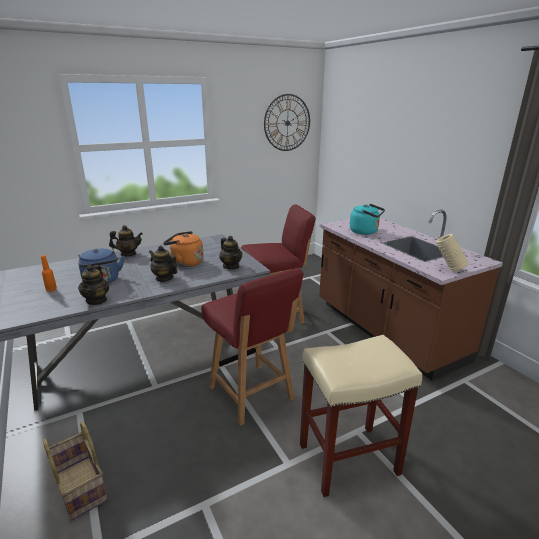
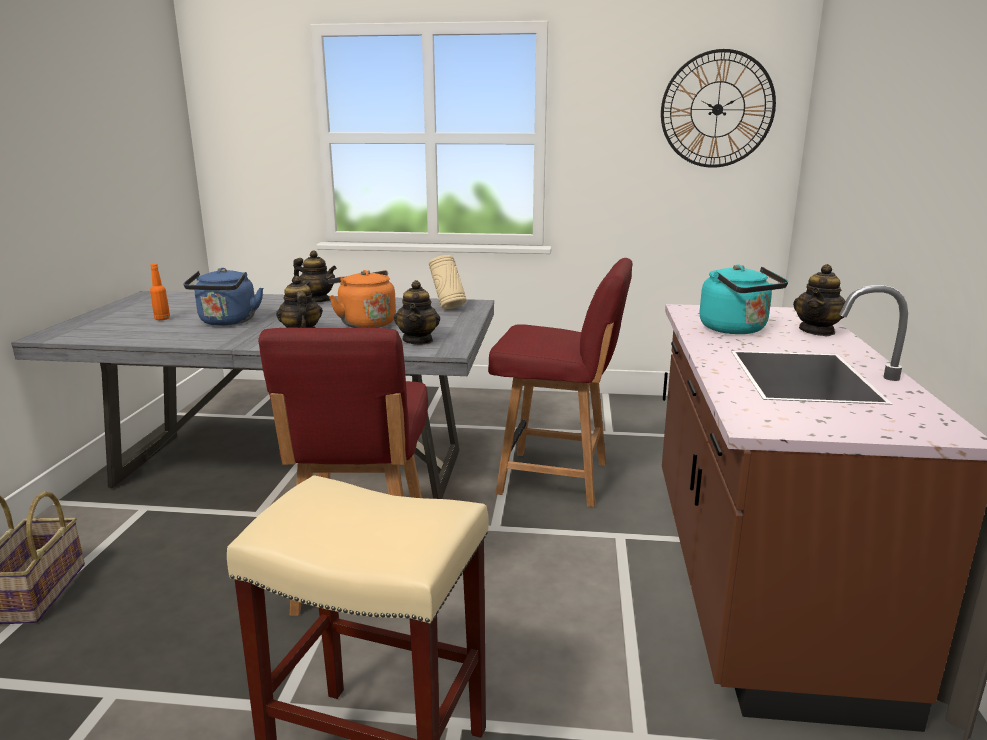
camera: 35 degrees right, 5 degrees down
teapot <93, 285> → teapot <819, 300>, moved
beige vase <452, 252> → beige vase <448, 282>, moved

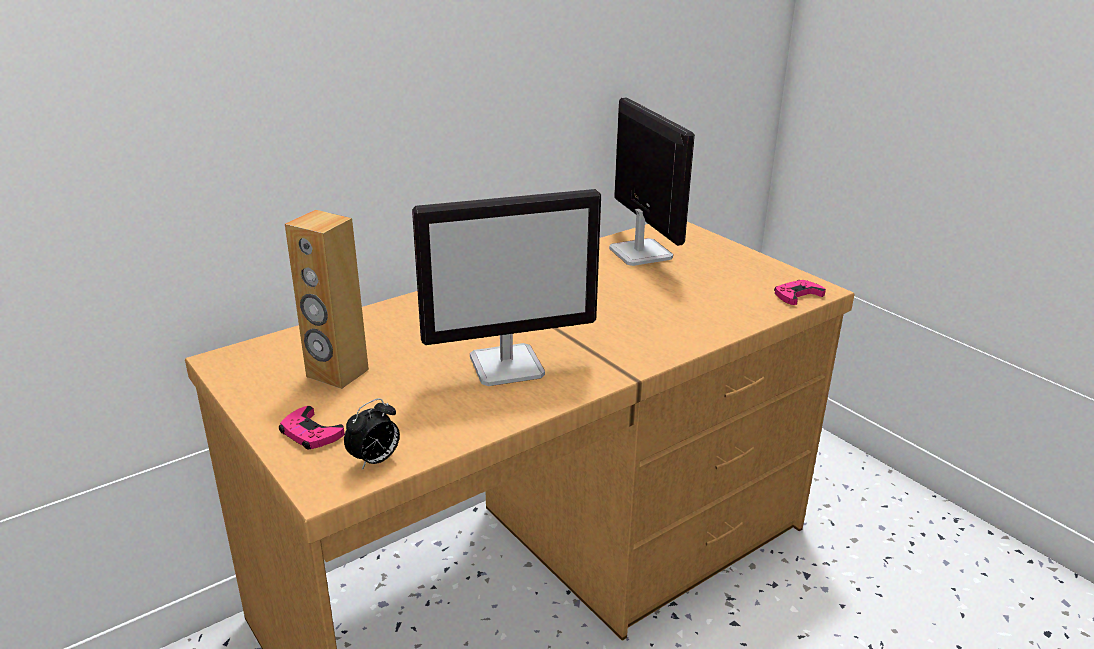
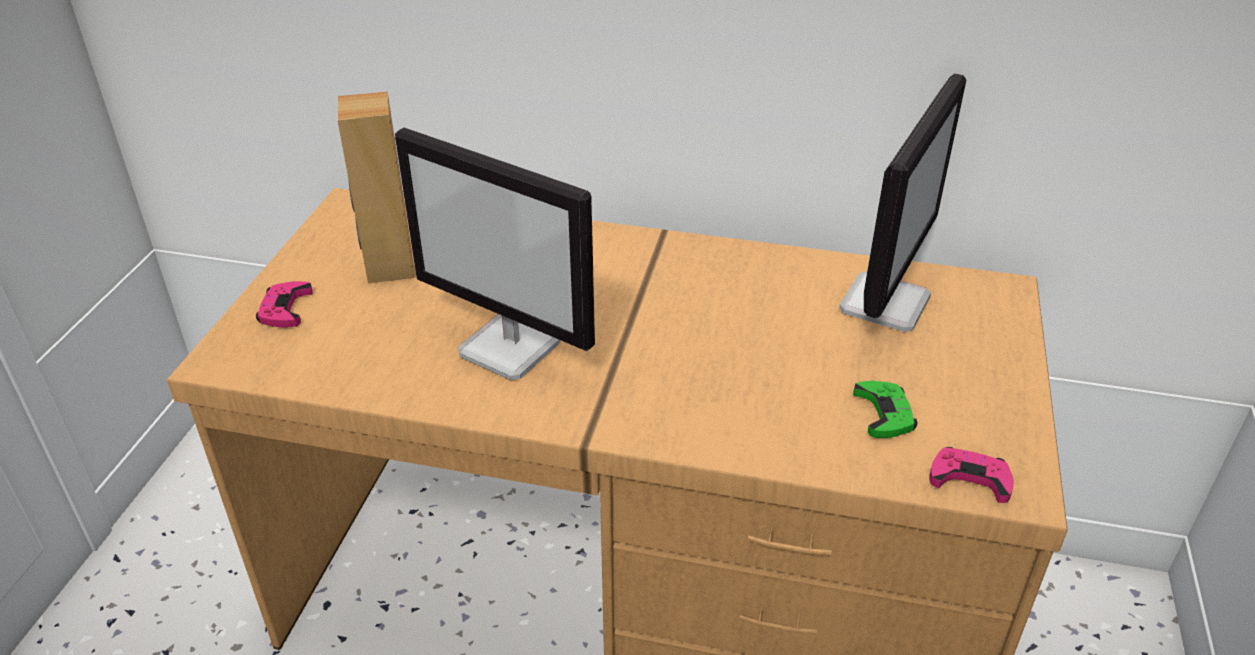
camera: 50 degrees right, 10 degrees up
alarm clock <372, 434> → -
- → green game controller <885, 409>

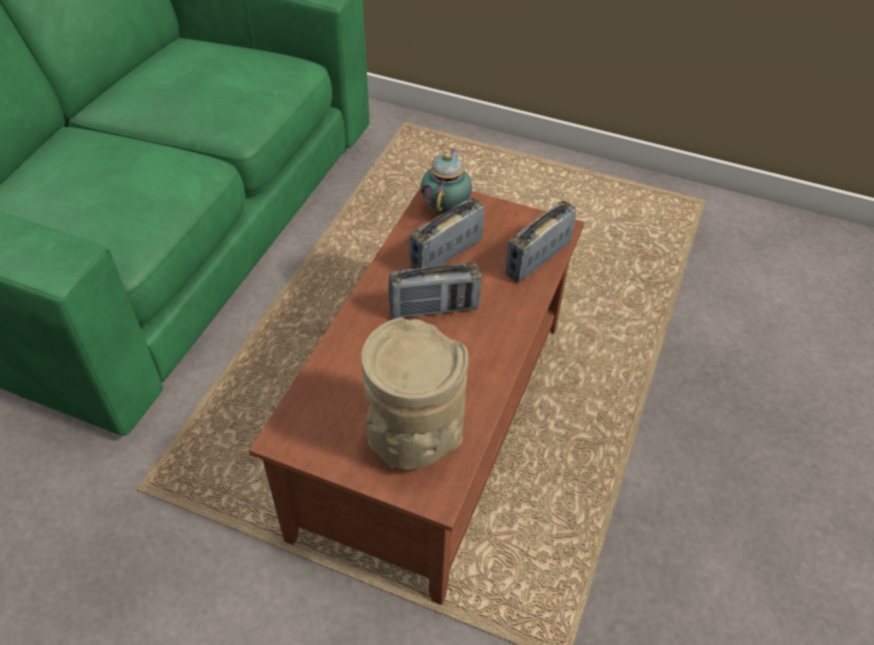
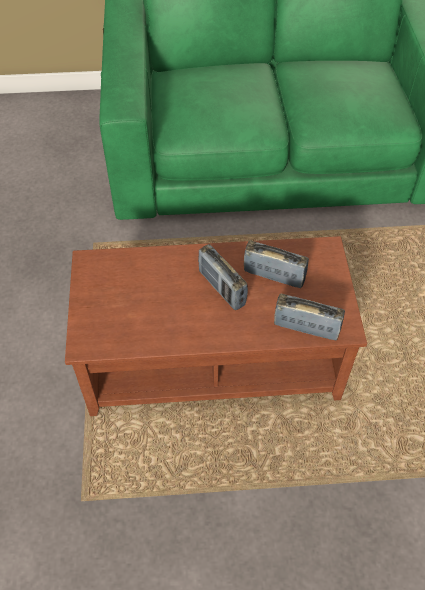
camera: 65 degrees right, 5 degrees up
beige vase <414, 393> → -
teapot <446, 182> → -

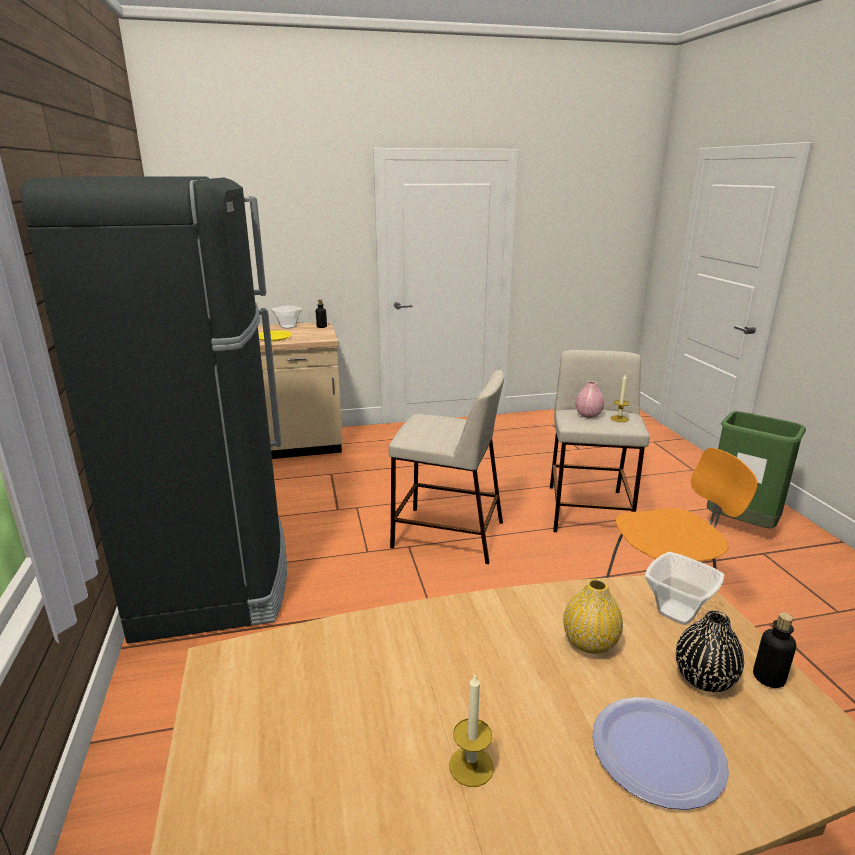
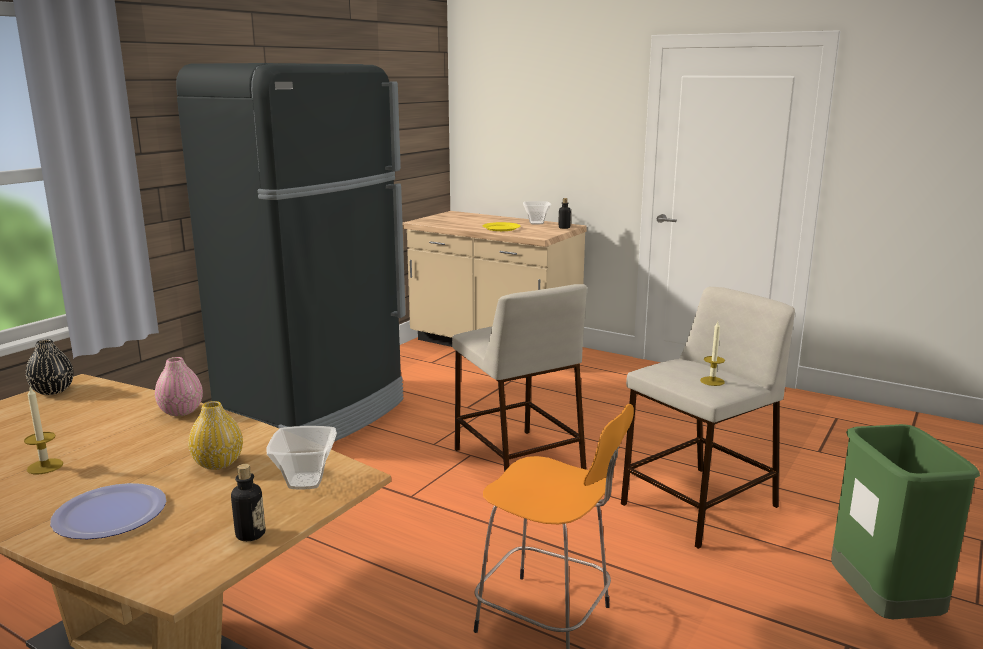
camera: 45 degrees right, 5 degrees down
pink vase <589, 399> → pink vase <179, 386>, moved
black vase <710, 651> → black vase <50, 367>, moved

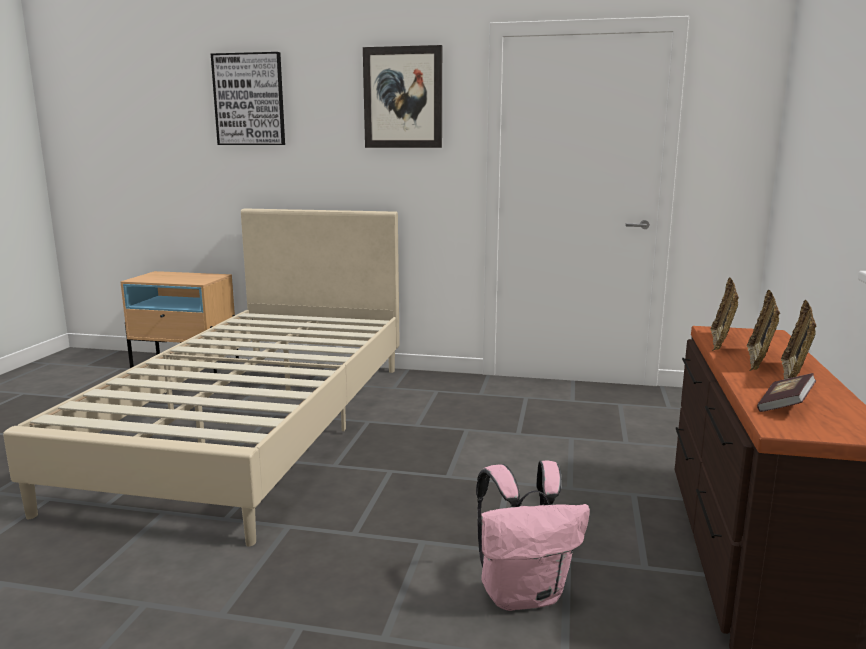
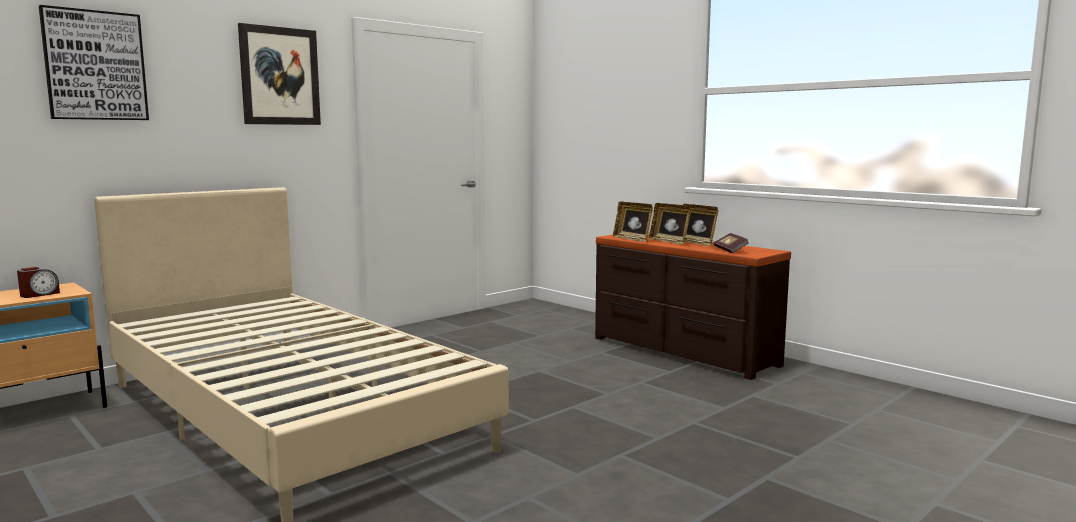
camera: 55 degrees left, 5 degrees down
pink backpack <533, 536> → -
- → alarm clock <38, 282>

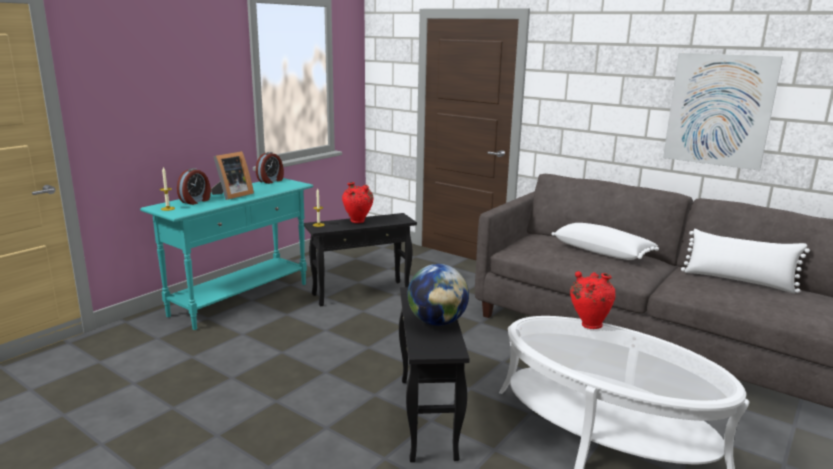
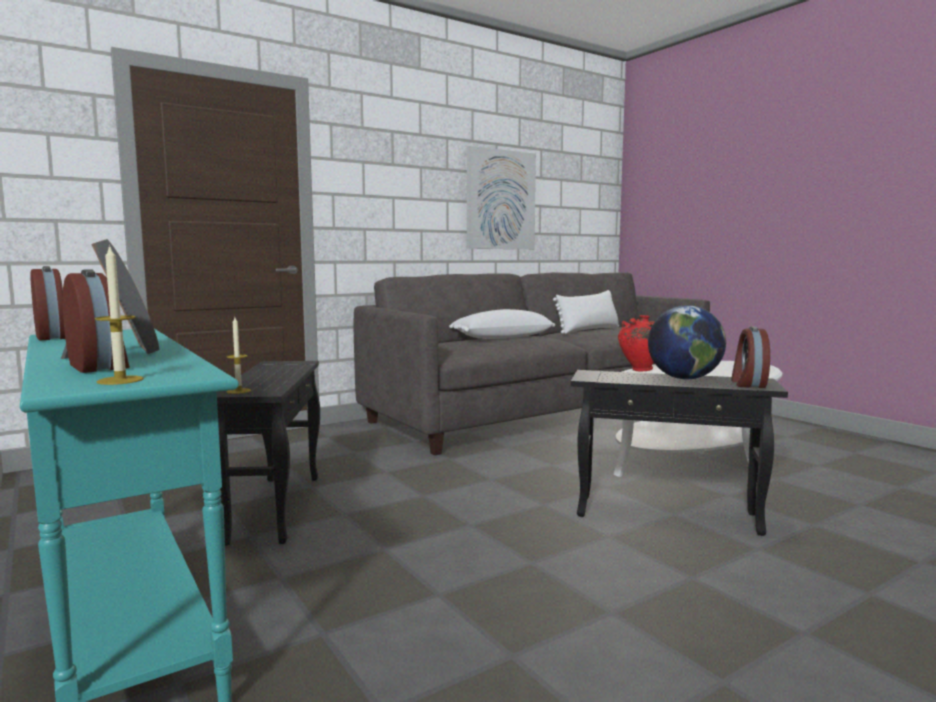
camera: 70 degrees left, 10 degrees down
red vase <357, 202> → -
- → alarm clock <750, 357>

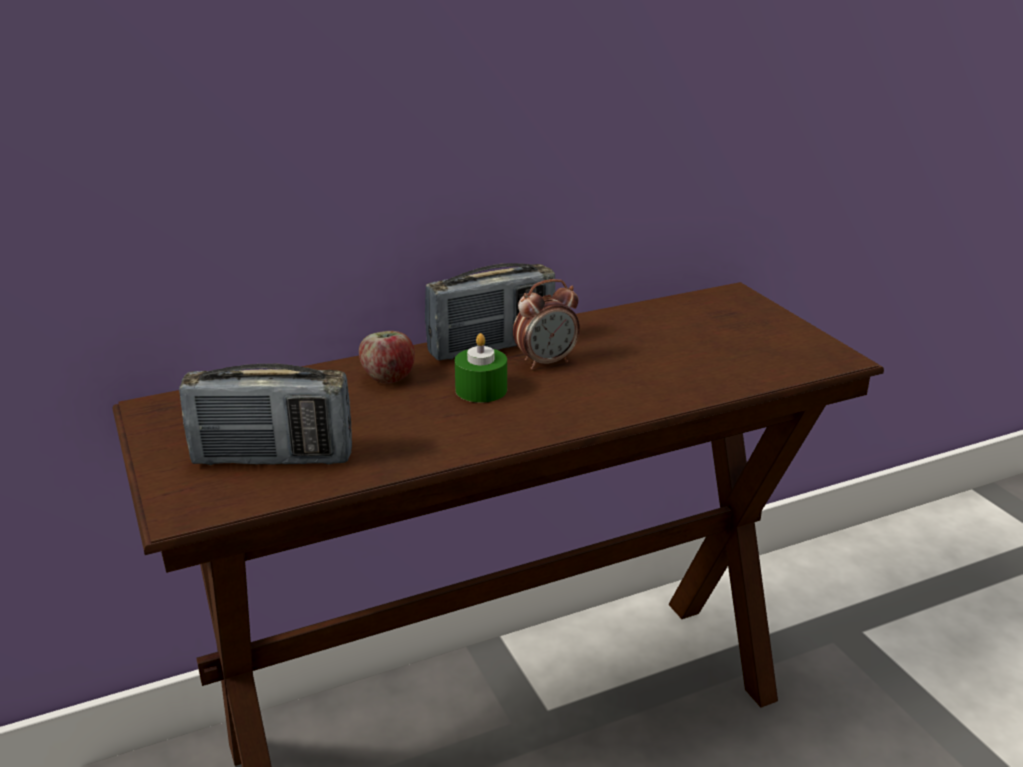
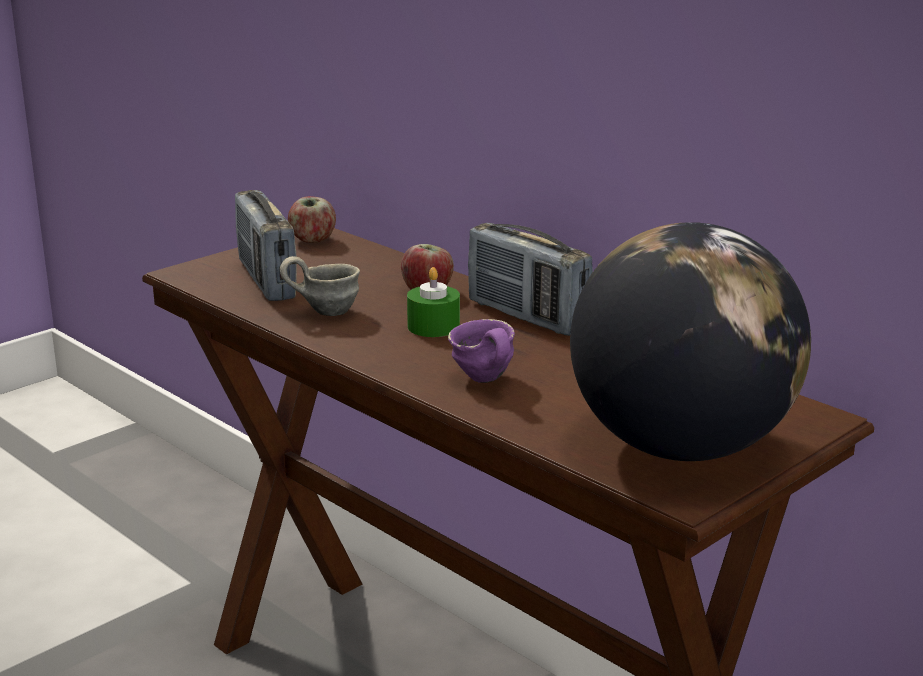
camera: 70 degrees right, 5 degrees down
alarm clock <546, 324> → -
- → grey mug <320, 286>
- → apple <312, 219>
- → purple mug <481, 351>
- → globe <690, 341>

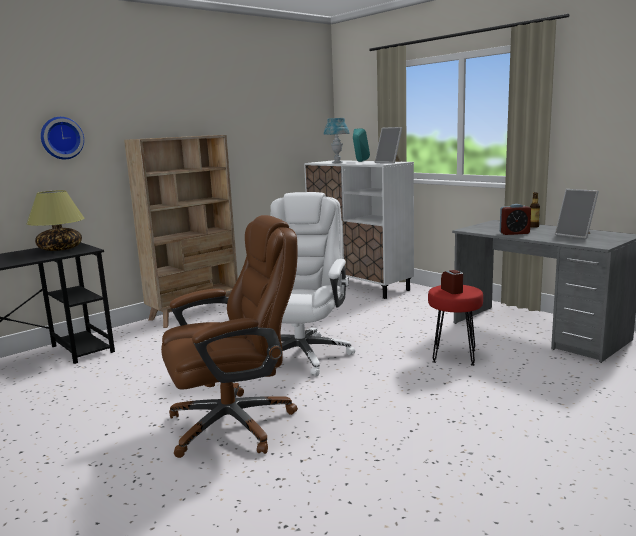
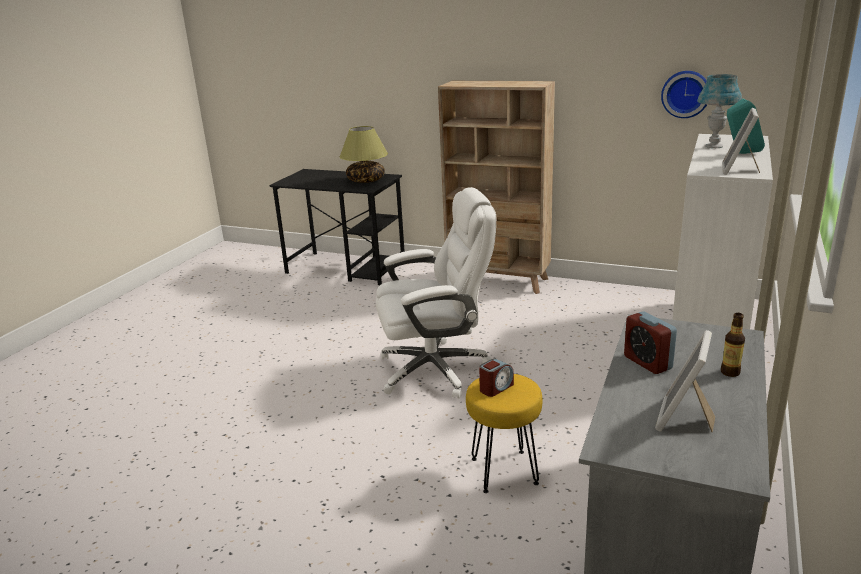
camera: 65 degrees right, 10 degrees up
wall clock <62, 138> → wall clock <684, 94>, moved
brown office chair <229, 336> → -
red stool <455, 325> → yellow stool <504, 433>

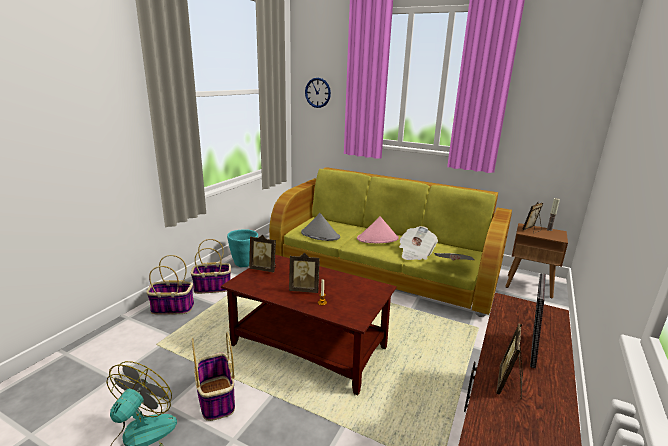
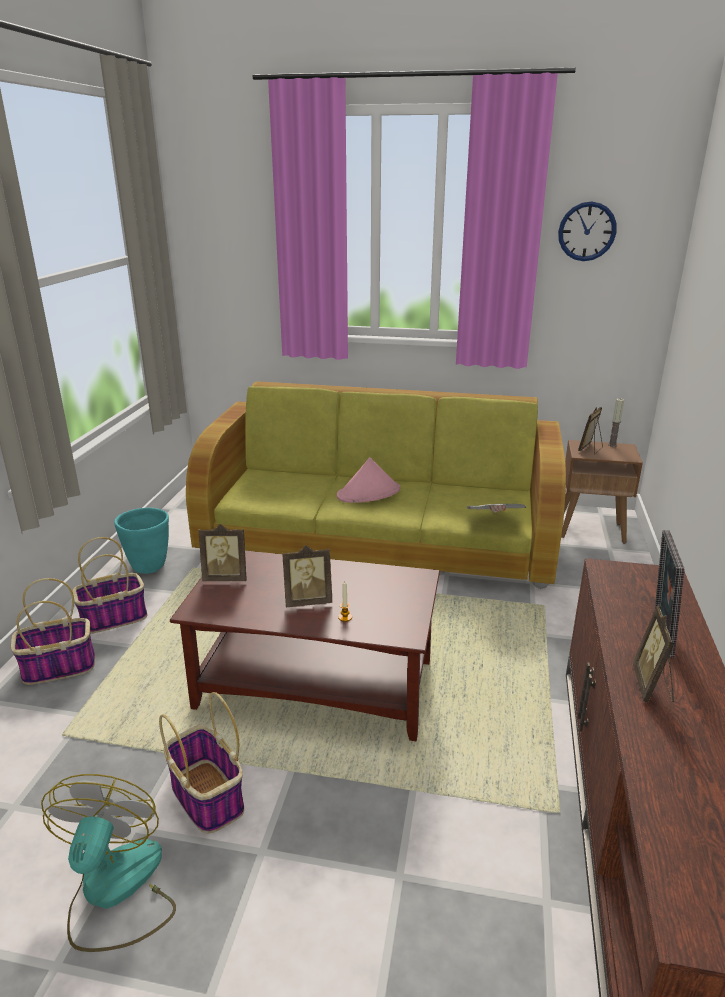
camera: 15 degrees left, 5 degrees up
grey hat <320, 227> → -
wall clock <318, 93> → wall clock <587, 231>, moved
newspaper <418, 243> → -

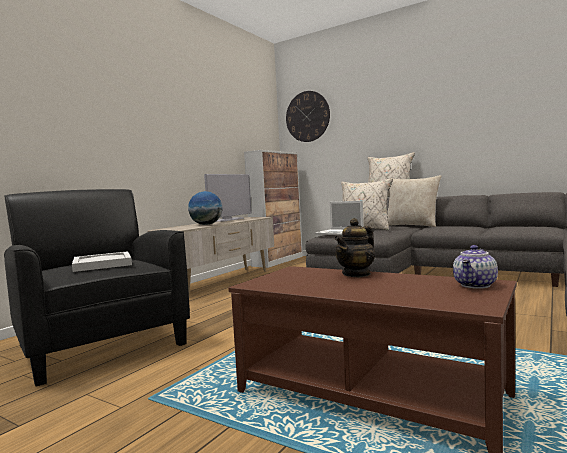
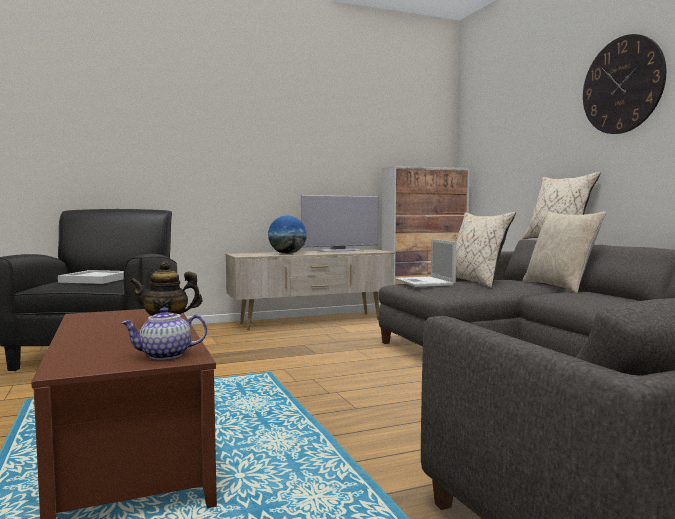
camera: 35 degrees right, 0 degrees up
wall clock <308, 116> → wall clock <624, 84>, moved

